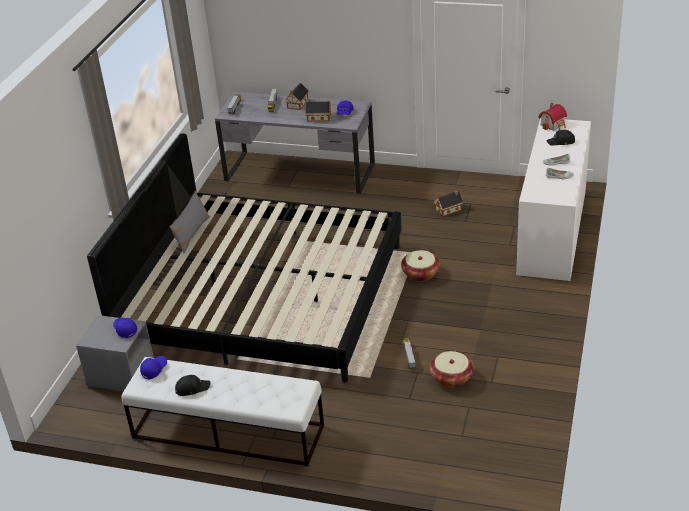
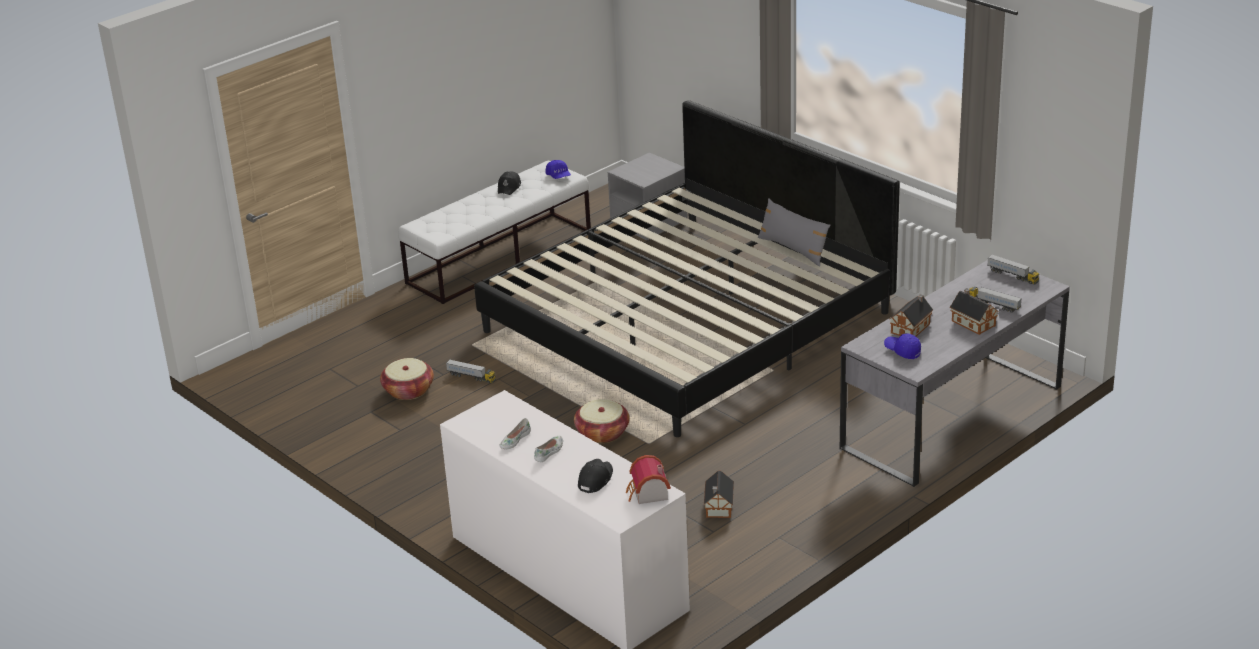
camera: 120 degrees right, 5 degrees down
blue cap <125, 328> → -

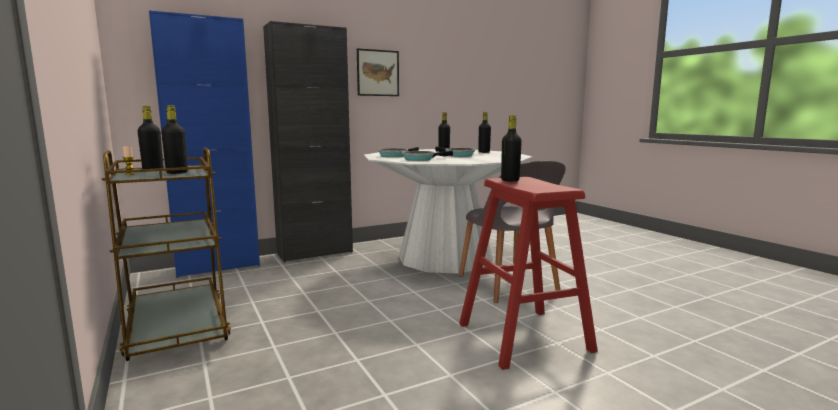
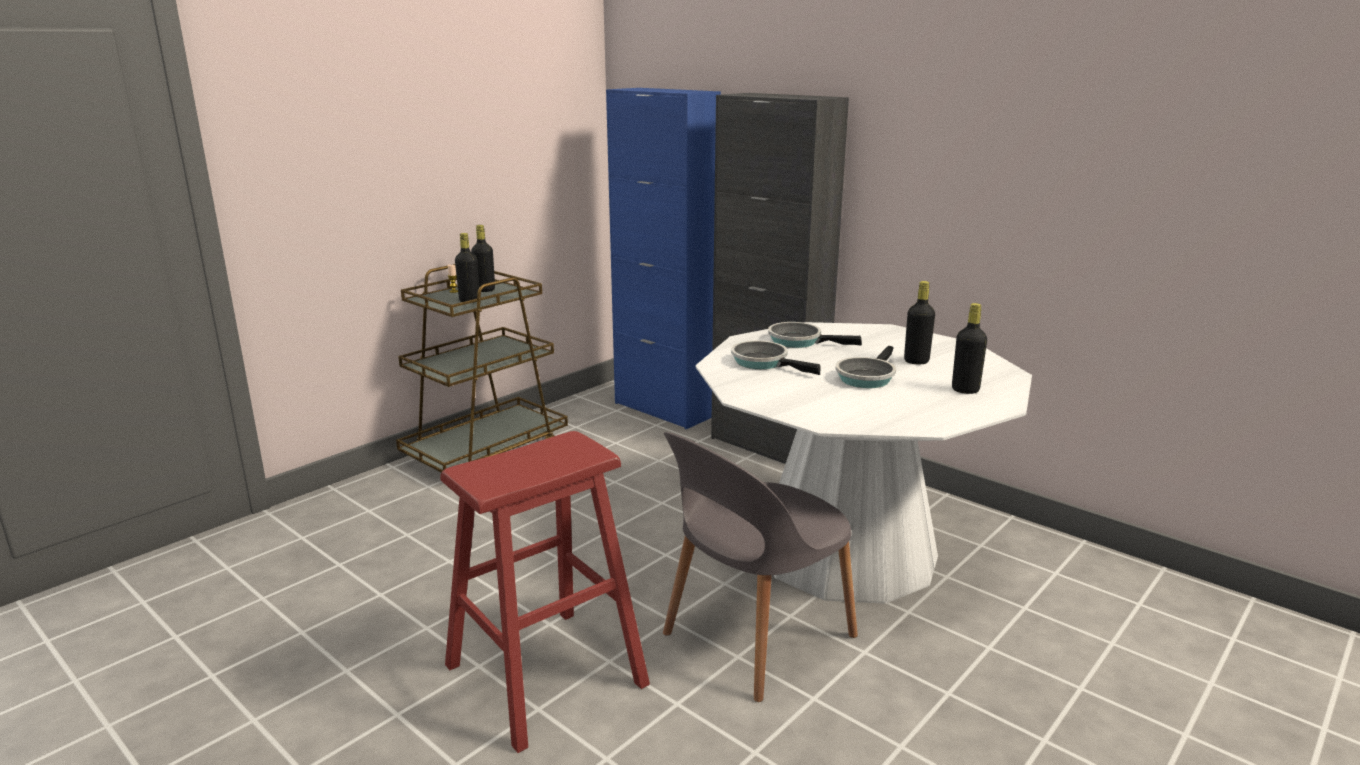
camera: 70 degrees right, 10 degrees up
picture <378, 72> → -
black bottle <511, 148> → -

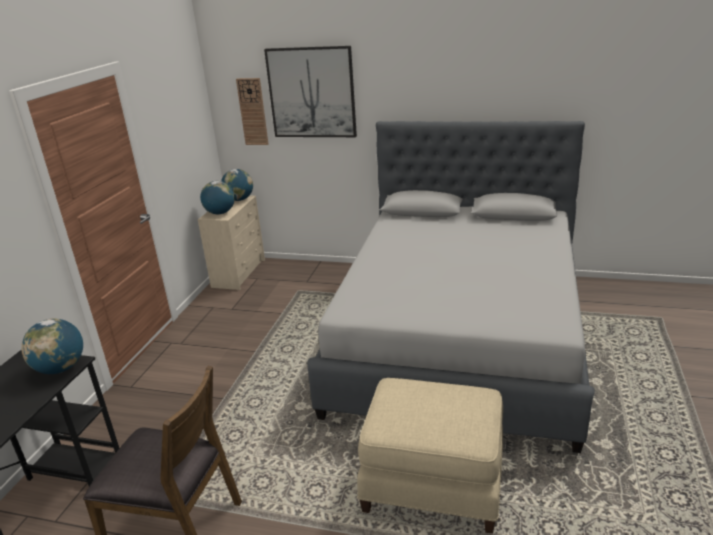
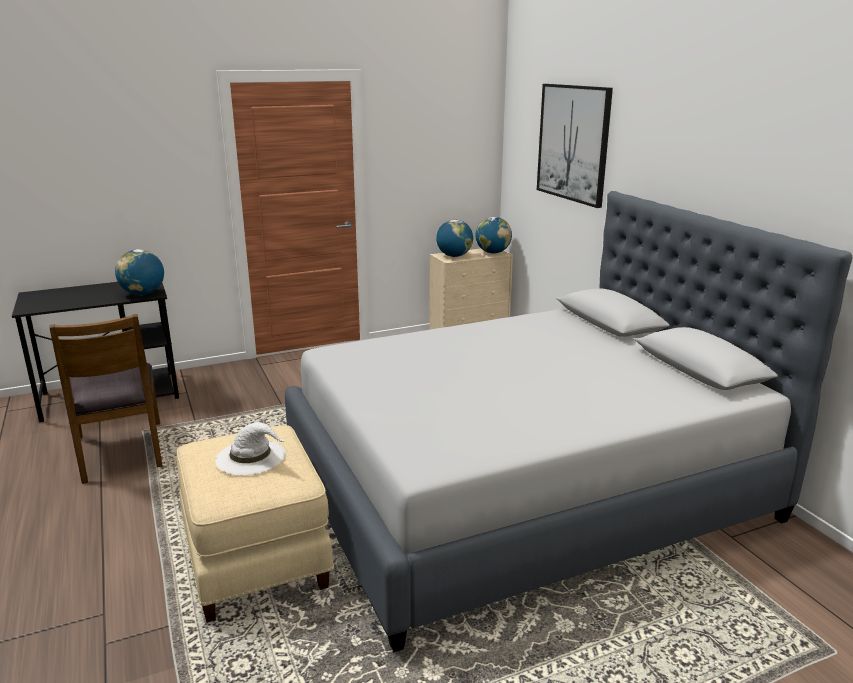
camera: 50 degrees right, 5 degrees down
wall clock <252, 111> → -
- → white hat <250, 448>

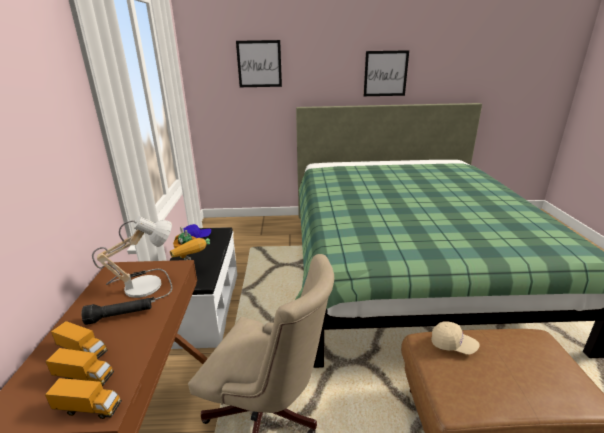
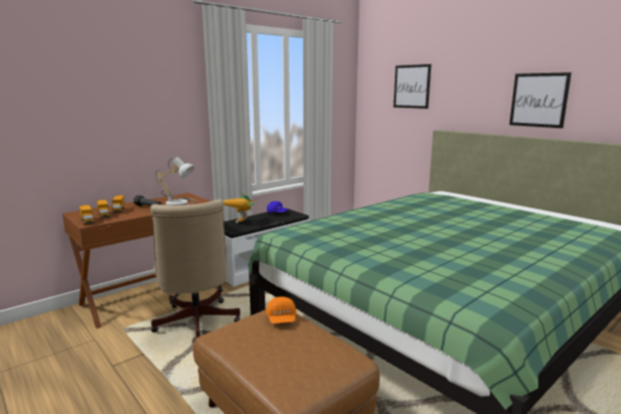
camera: 50 degrees right, 10 degrees down
beige cap <455, 338> → orange cap <281, 310>

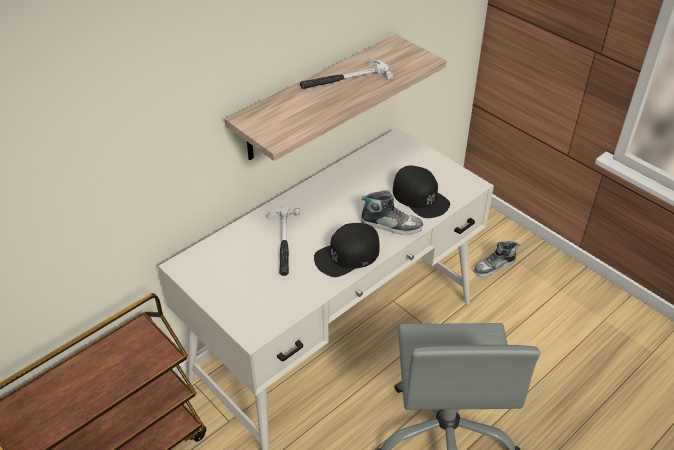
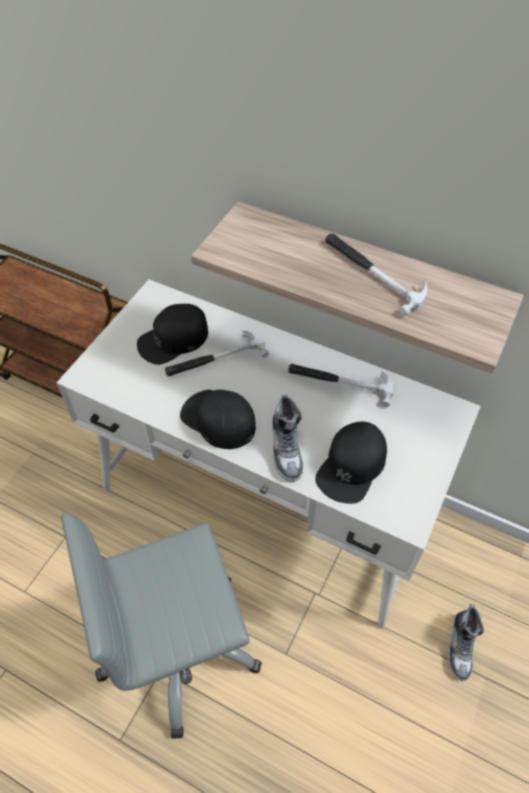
camera: 70 degrees right, 10 degrees up
shoe <497, 259> → shoe <466, 642>, 120 degrees counterclockwise
- → black cap <172, 334>
- → hammer <341, 385>

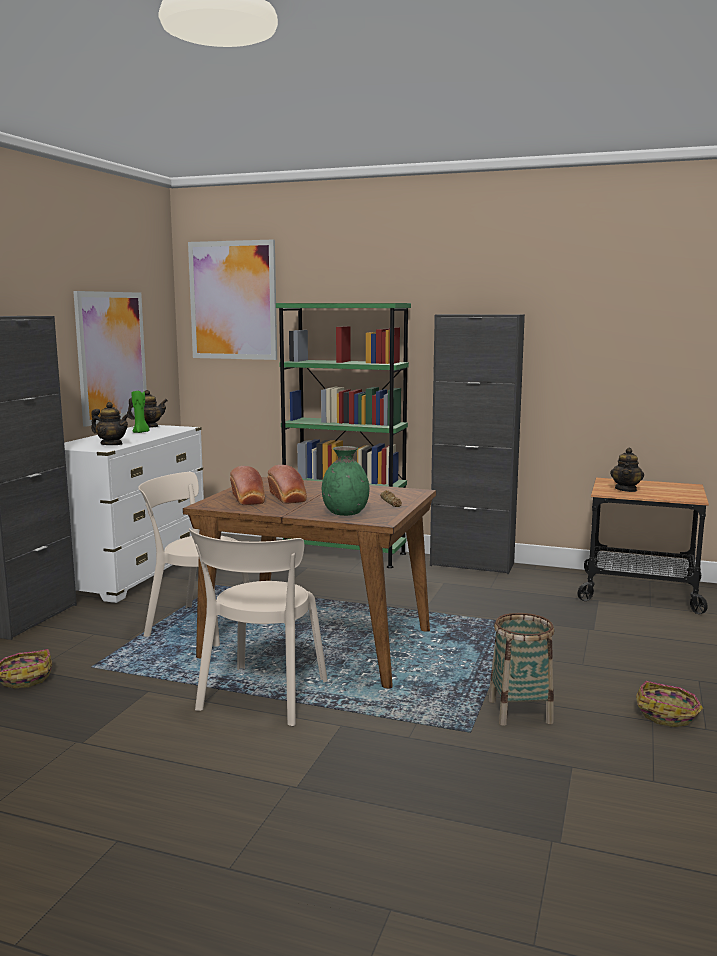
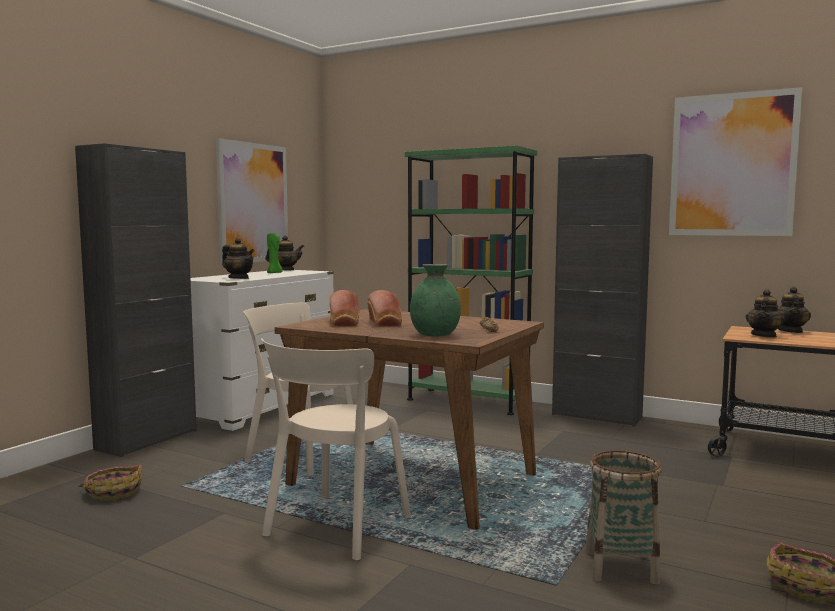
camera: 10 degrees right, 5 degrees down
picture <232, 300> → picture <735, 161>, moved
- → teapot <794, 310>

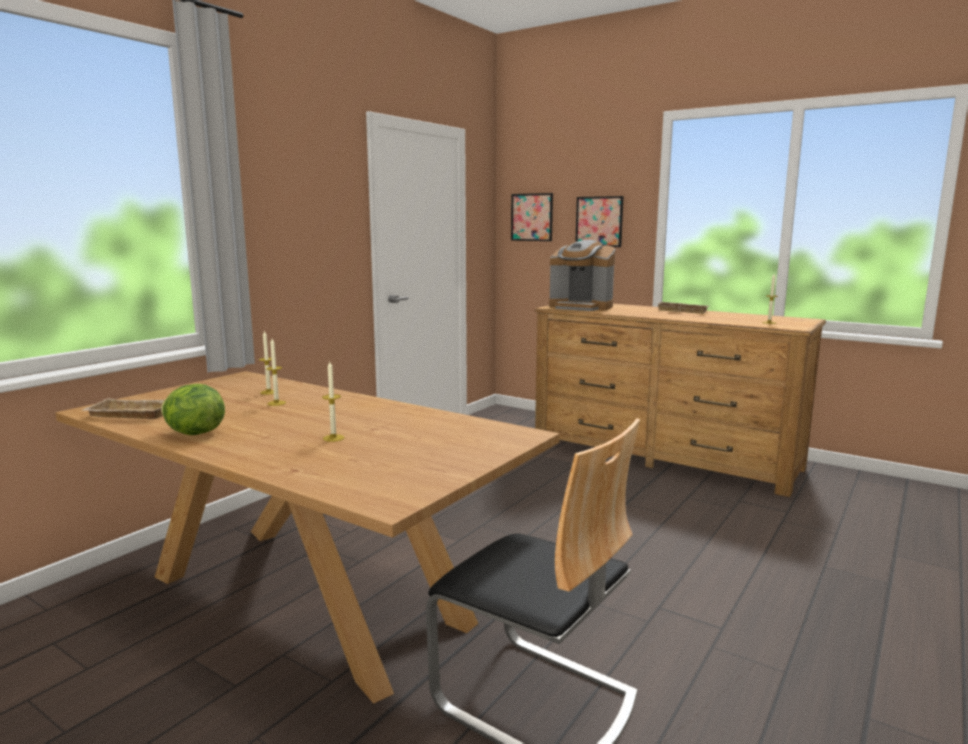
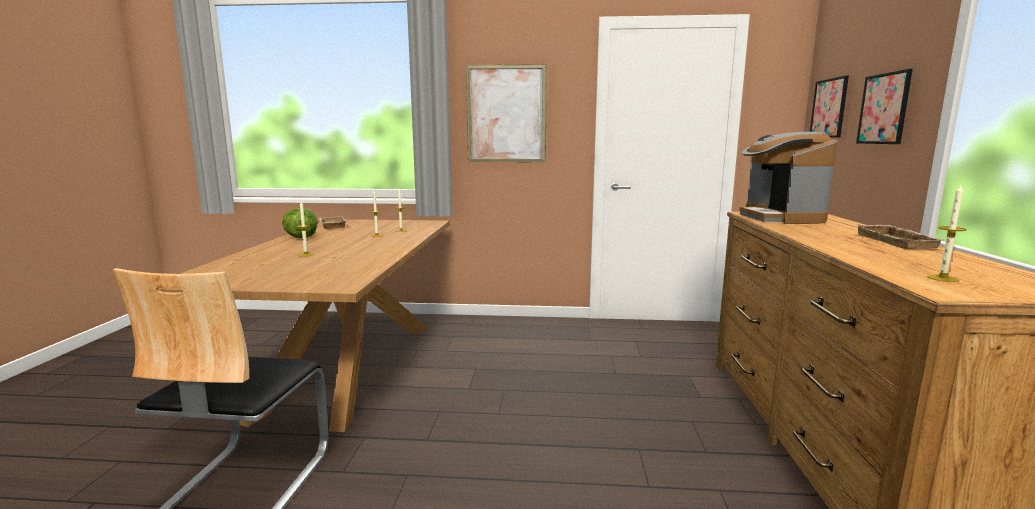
camera: 60 degrees right, 0 degrees up
- → picture <506, 113>

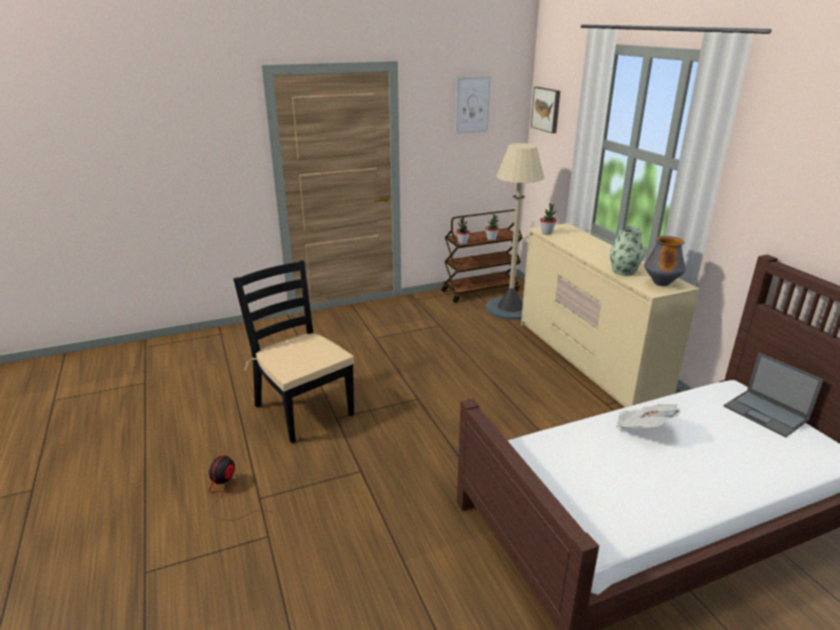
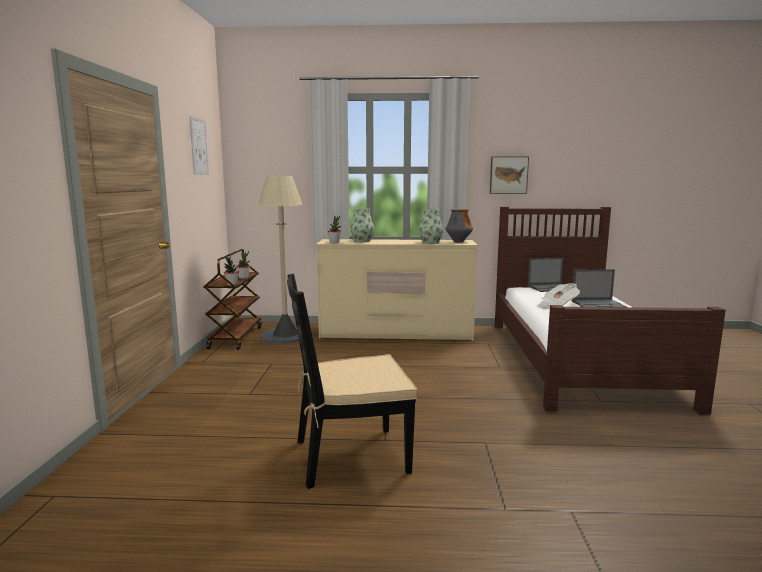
camera: 65 degrees left, 15 degrees down
fan <241, 488> → -
picture <545, 110> → picture <509, 175>, moved
- → vase <362, 225>
- → laptop <599, 288>

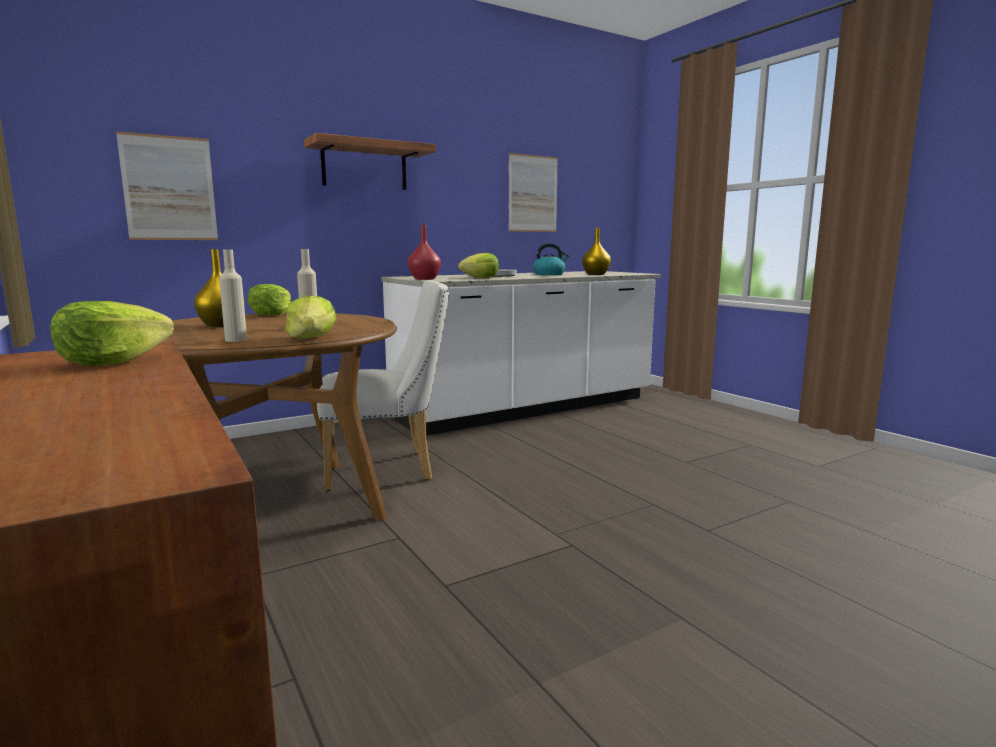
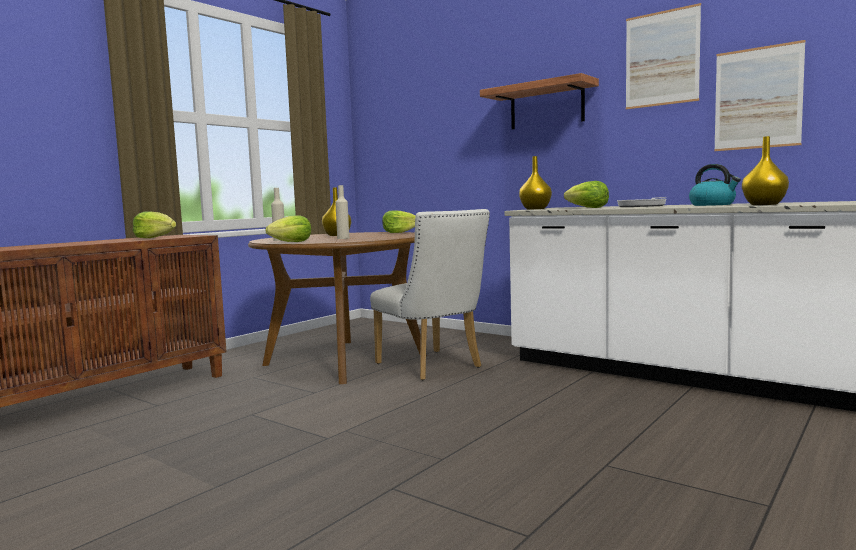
camera: 70 degrees right, 5 degrees down
picture <167, 185> → picture <663, 56>, moved
red vase <424, 252> → yellow vase <535, 182>

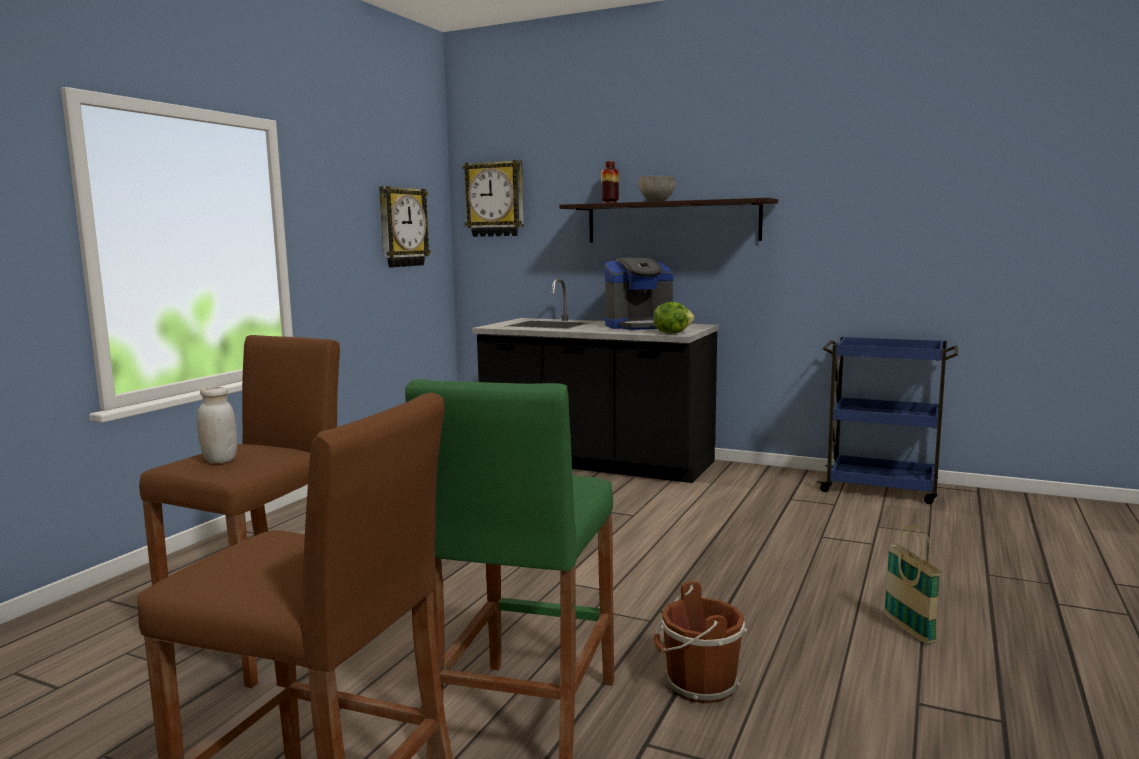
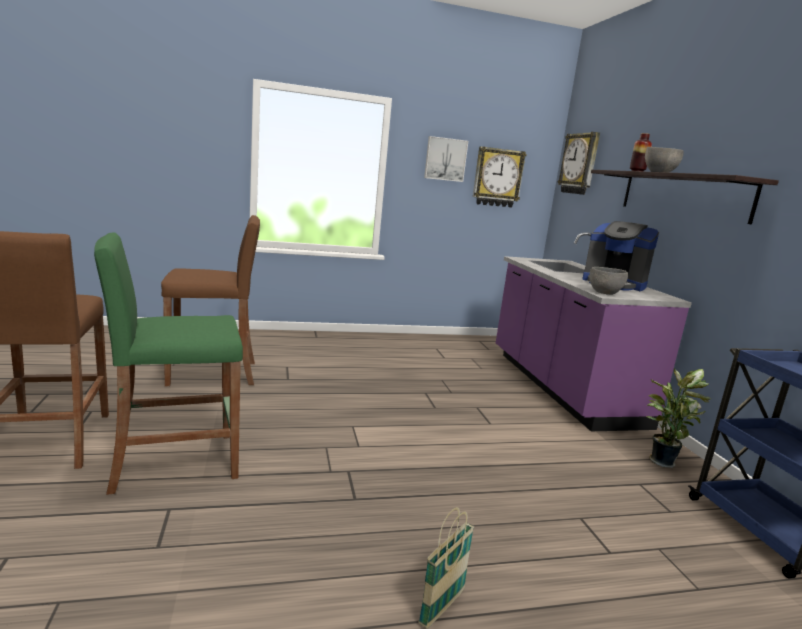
camera: 50 degrees right, 5 degrees up
white jar <217, 425> → -
black counter <595, 380> → purple counter <594, 331>
lettuce <673, 318> → grey bowl <608, 281>
brown bucket <700, 642> → -
- → picture <446, 159>
- → potted plant <678, 418>

